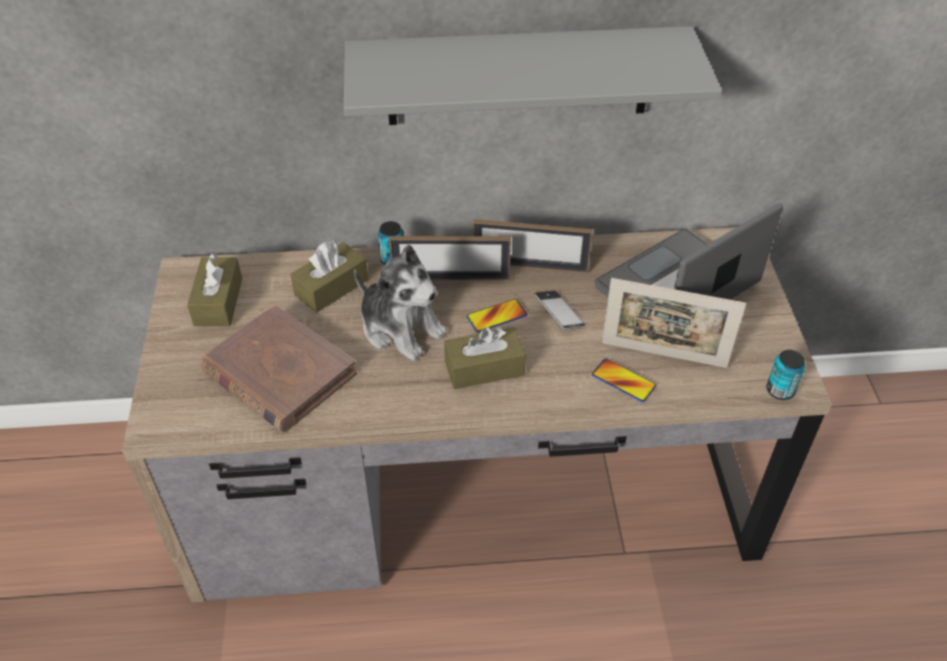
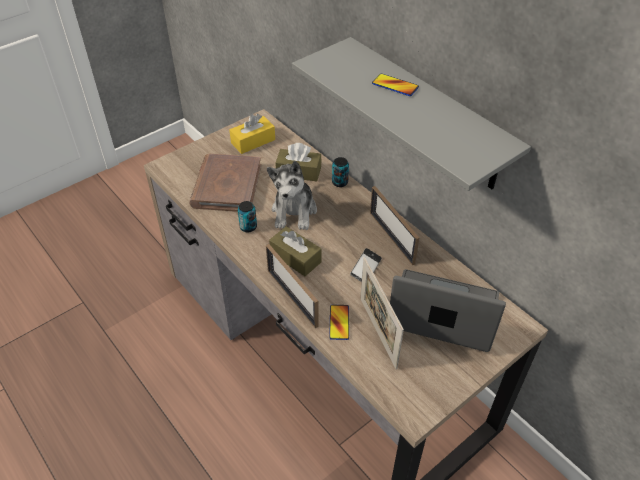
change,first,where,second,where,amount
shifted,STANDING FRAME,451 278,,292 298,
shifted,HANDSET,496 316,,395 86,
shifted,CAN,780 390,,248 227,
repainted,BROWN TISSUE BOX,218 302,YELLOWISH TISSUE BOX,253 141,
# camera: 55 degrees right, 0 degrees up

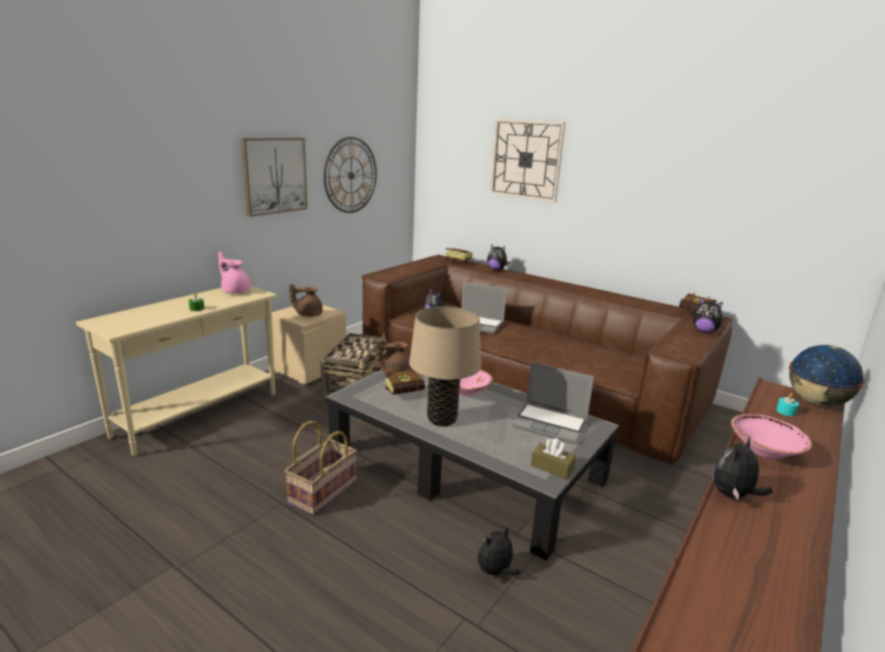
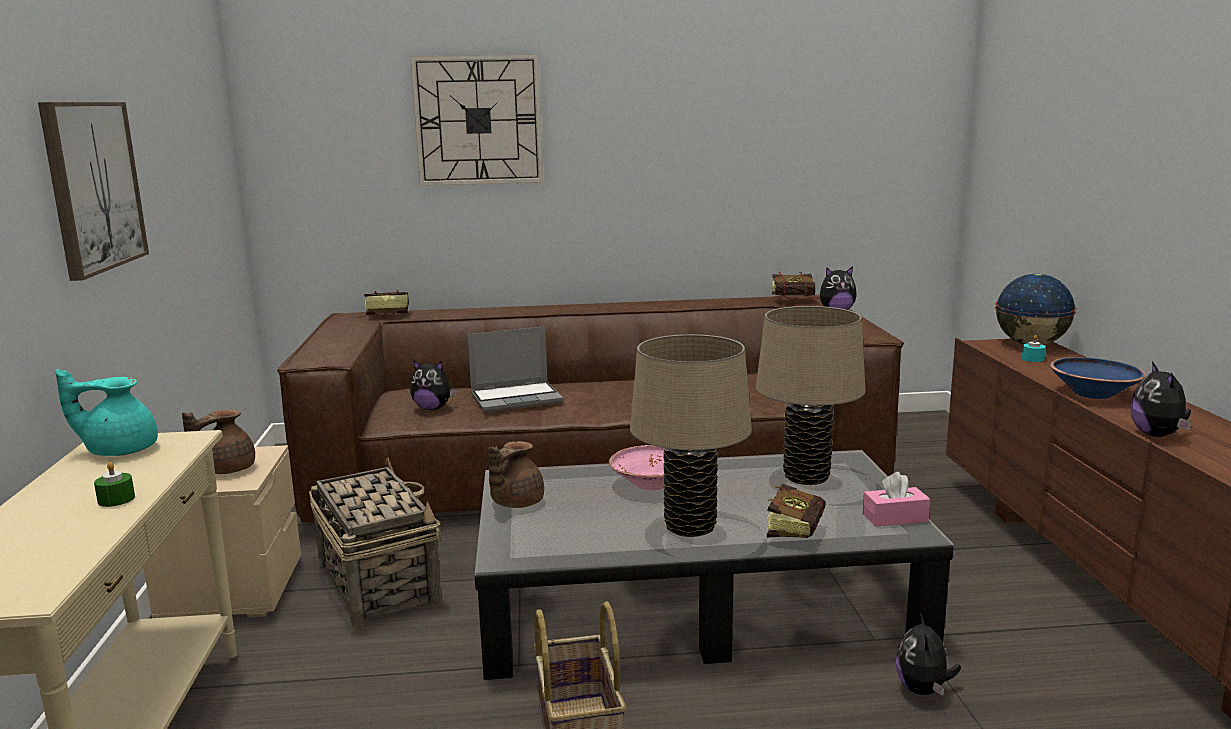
change,first,where,second,where,amount
gone,HANGING CLOCK,351 175,,,
gone,SOFT TOY,496 270,,,
shifted,BOUND BOOK,408 393,,796 530,
swapped,LAPTOP,551 424,BEIGE TABLE LAMP,806 477,
repainted,PINK-COLOURED POT FOR TEA,235 291,TURQUOISE-COLOURED POT FOR TEA,119 450,
repainted,BROWN TISSUE BOX,552 467,PINK-COLOURED TISSUE BOX,895 518,
repainted,PINK-COLOURED DEEP DISH,764 451,BLUISH DEEP DISH,1093 394,
# camera: 40 degrees left, 5 degrees down

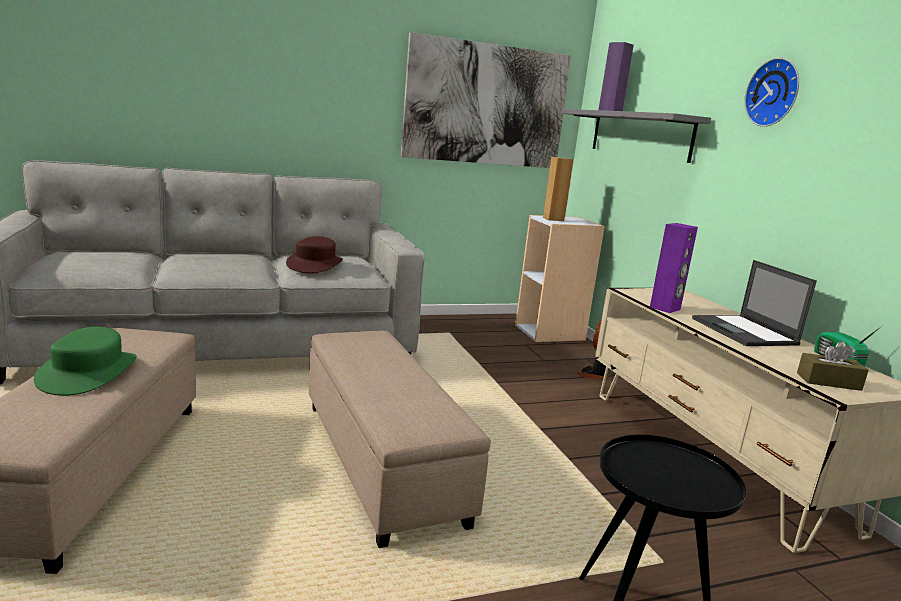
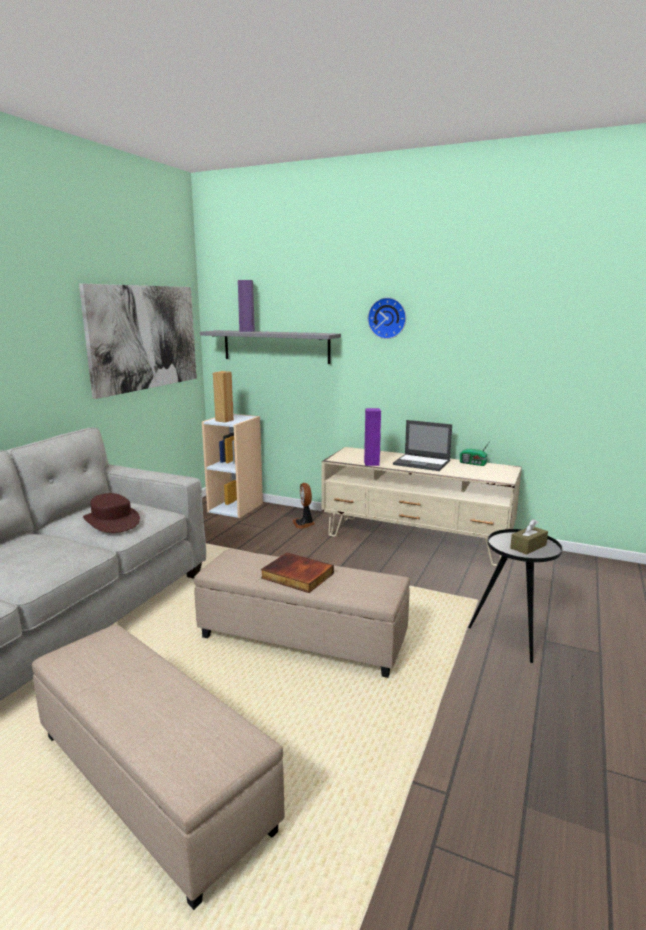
change,first,where,second,where,amount
gone,GREEN WEARABLE HAT,89 372,,,
new,,,BOUND BOOK,296 576,
shifted,BROWN TISSUE BOX,828 381,,528 546,
# camera: 45 degrees left, 0 degrees up

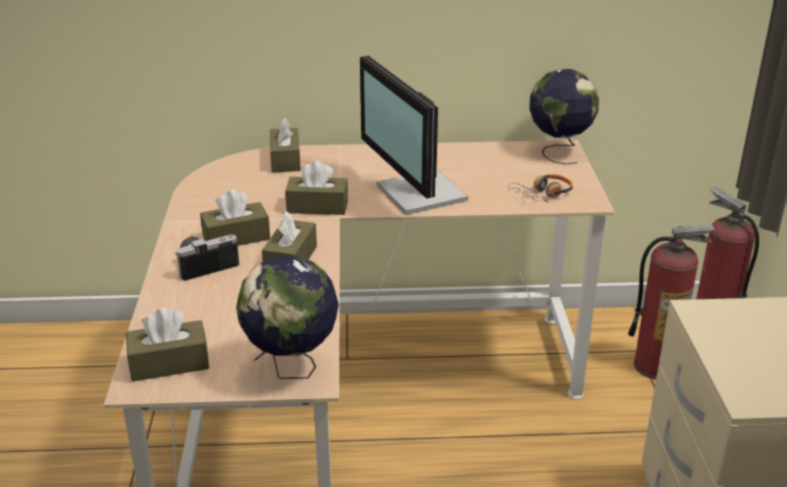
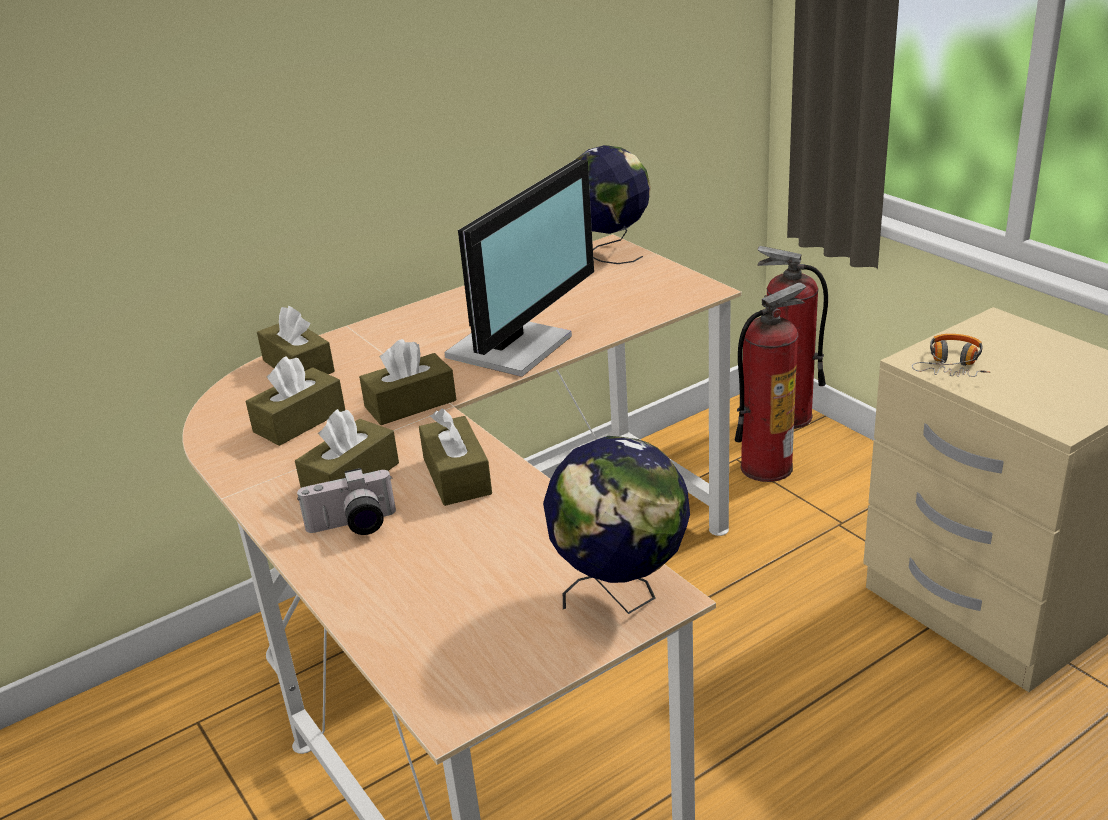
change,first,where,second,where,amount
shifted,BROWN TISSUE BOX,169 363,,299 421,
shifted,PAIR OF HEADPHONES,543 194,,952 365,
rotated,STILL CAMERA,206 265,,353 526,135 degrees counterclockwise
rotated,MONITOR,418 194,,514 347,90 degrees counterclockwise
# camera: 30 degrees left, 0 degrees up

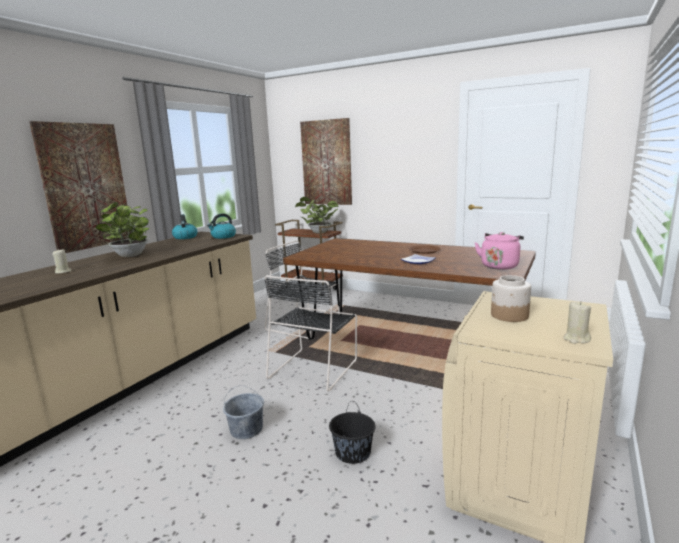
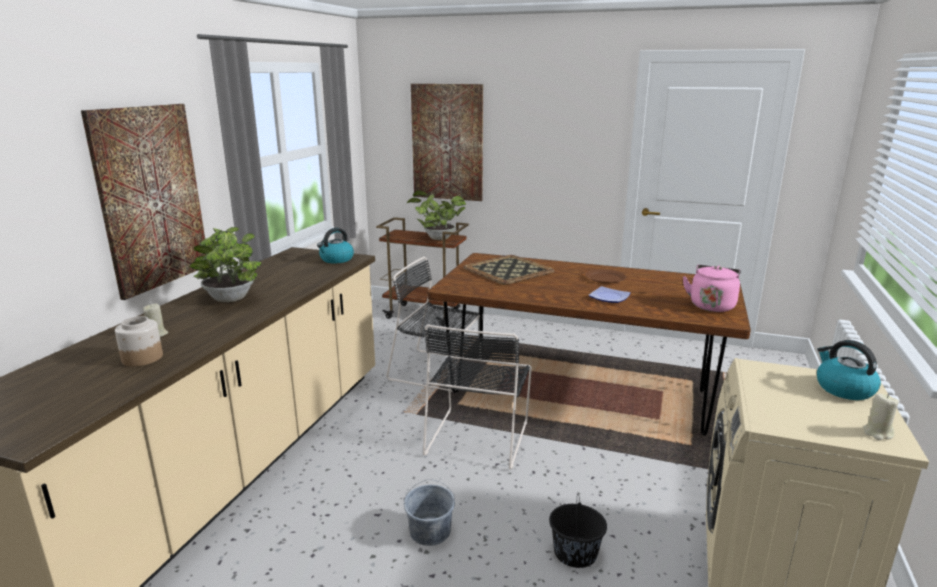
change,first,where,second,where,amount
new,,,CARRYING TRAY,509 270,
shifted,WATER KETTLE,185 237,,843 389,
shifted,PRESERVE JAR,509 315,,142 358,
# camera: 10 degrees left, 5 degrees up

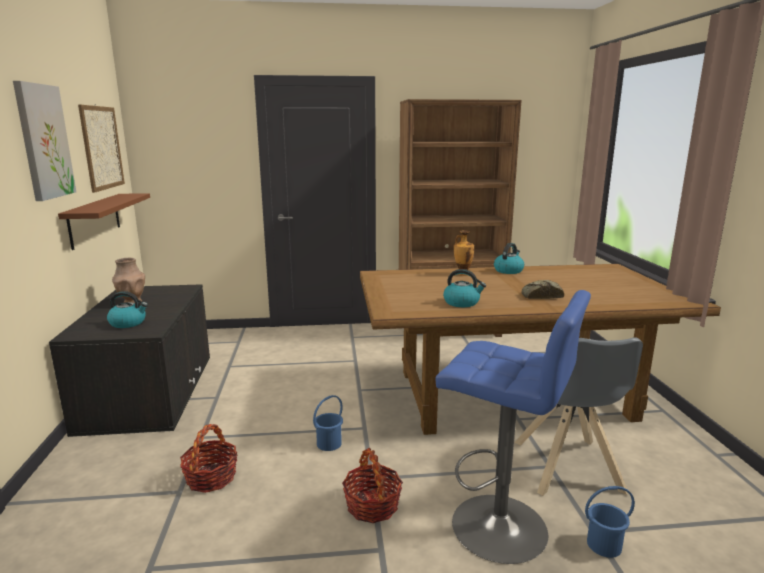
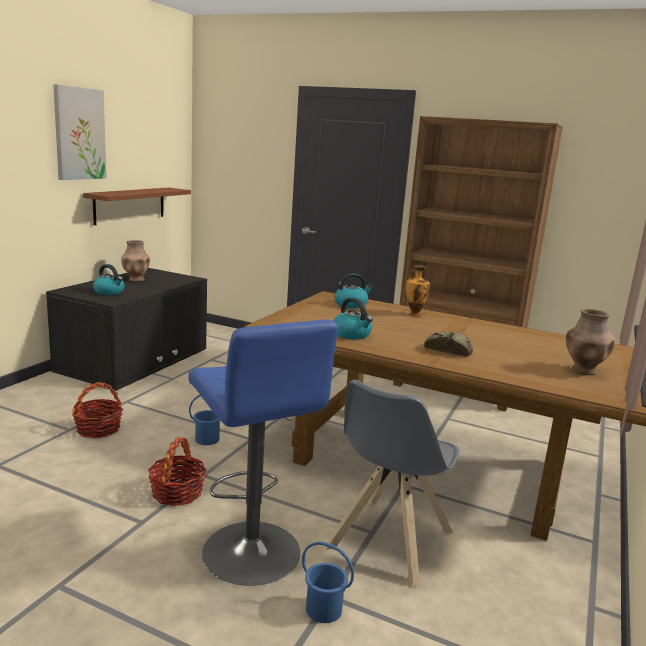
change,first,where,second,where,amount
gone,WALL ART,101 146,,,
new,,,BROWN VASE,583 371,
shifted,WATER KETTLE,508 270,,351 304,
# camera: 30 degrees right, 0 degrees up

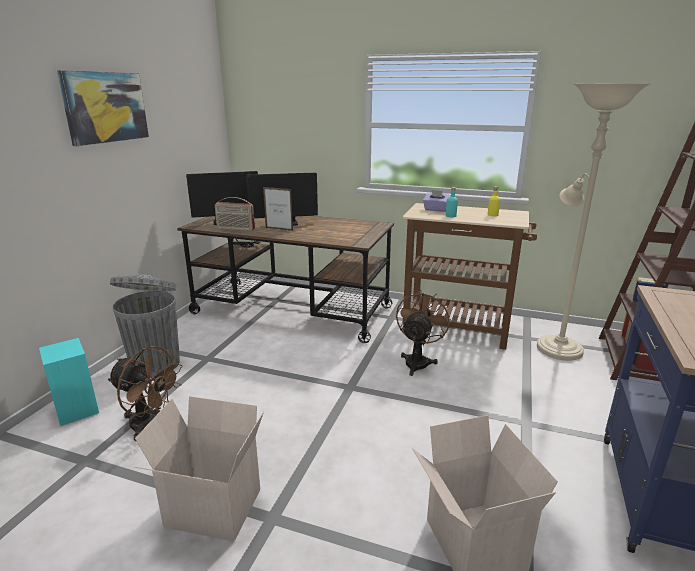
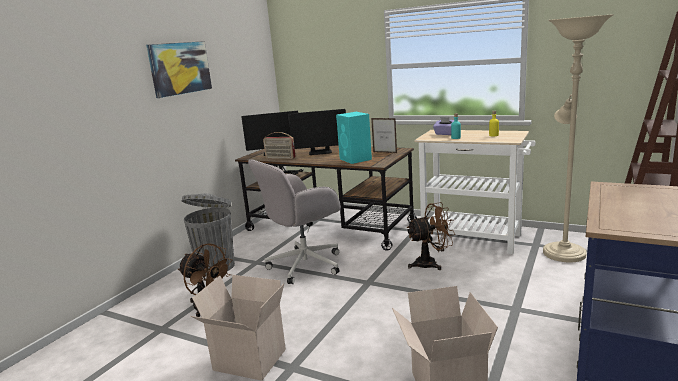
change,first,where,second,where,amount
new,,,GREY DESK CHAIR,304 266,
shifted,TURQUOISE-COLOURED AUDIO SPEAKER,77 410,,356 159,
shifted,STANDING FRAME,279 229,,385 152,
repainted,BROWN TROLLEY,458 329,WHITISH TROLLEY,473 238,
rotated,BROWN COOLING FAN,418 361,,431 263,45 degrees clockwise
# camera: 10 degrees right, 5 degrees down

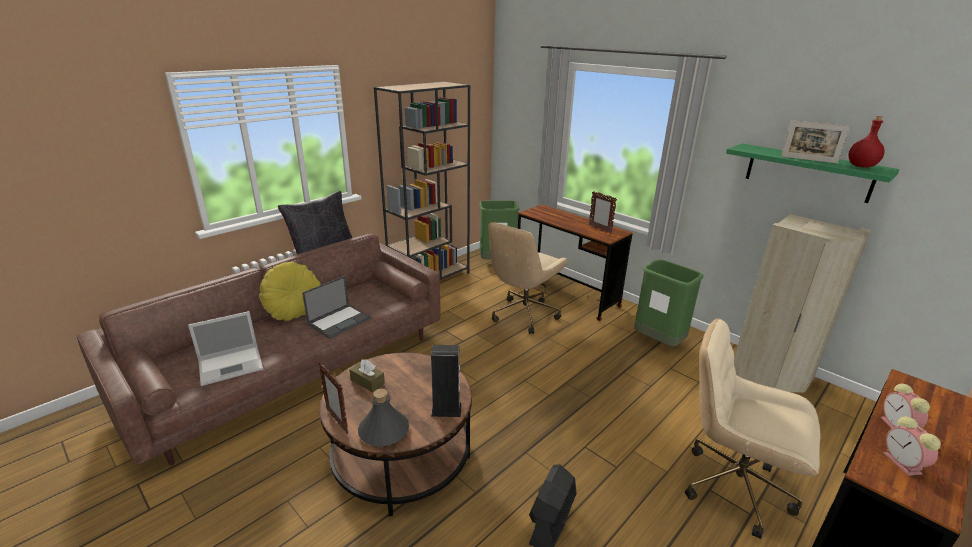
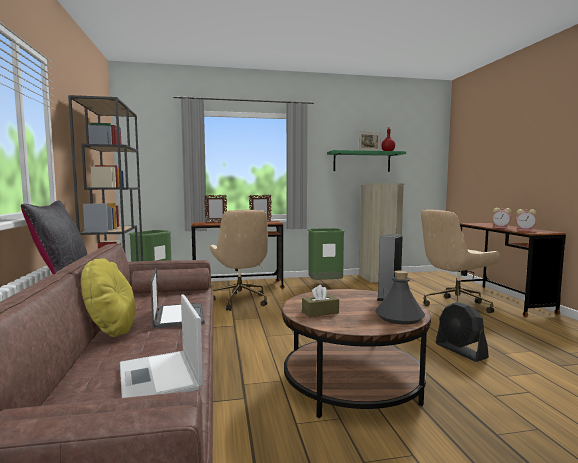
change,first,where,second,where,amount
shifted,STANDING FRAME,337 421,,216 222,
rotated,LAPTOP,232 365,,160 377,150 degrees clockwise
# camera: 55 degrees left, 20 degrees down

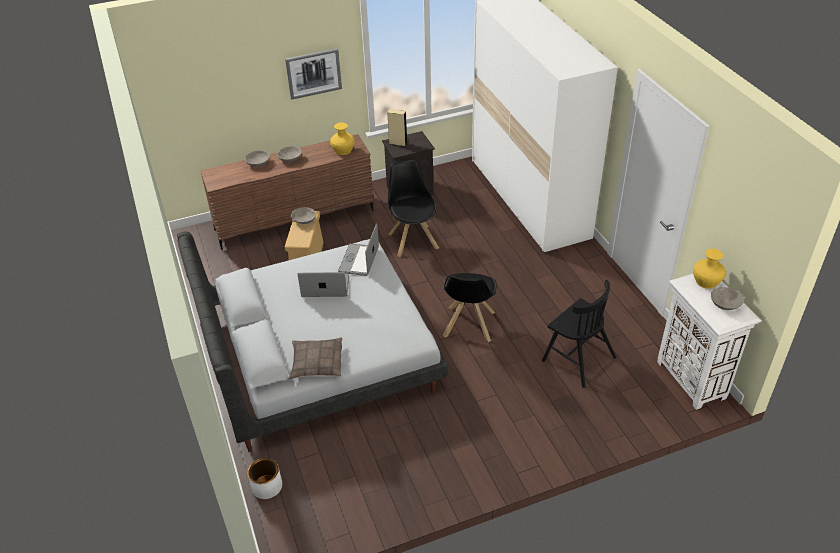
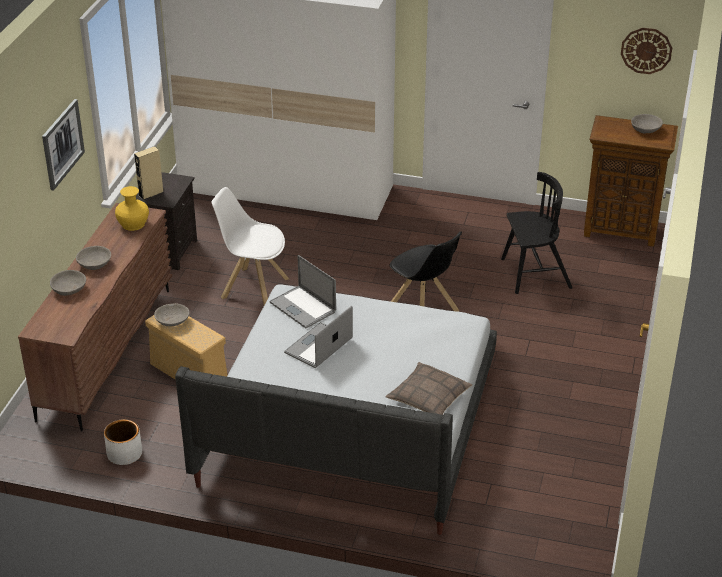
change,first,where,second,where,amount
gone,YELLOWISH VASE,706 281,,,
new,,,HANGING CLOCK,646 50,
shifted,WHITISH PLANT POT,266 486,,124 454,
repainted,BLACK CHAIR,412 240,WHITISH CHAIR,253 287,
repainted,WHITISH CUPBOARD,692 380,BROWN CUPBOARD,621 231,
# camera: 55 degrees left, 5 degrees down

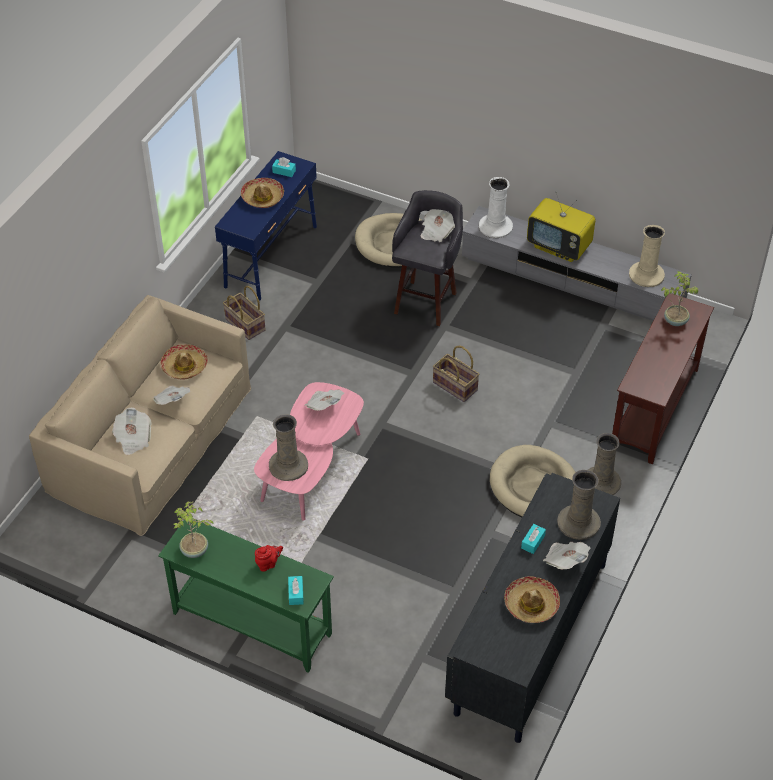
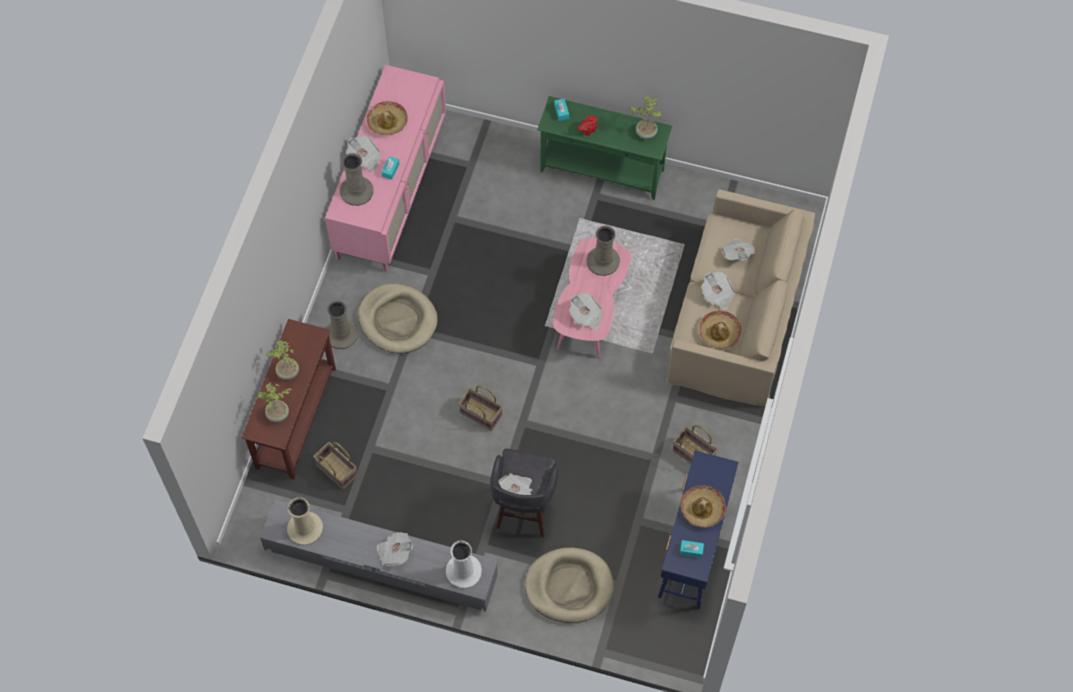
change,first,where,second,where,amount
new,,,HOUSEPLANT,287 372,
new,,,HOUSEHOLD BASKET,336 470,
swapped,TV,559 247,DAILY PAPER,394 552,
repainted,BLACK CUPBOARD,528 636,PINK-COLOURED CUPBOARD,391 192,
# camera: 170 degrees right, 15 degrees up

